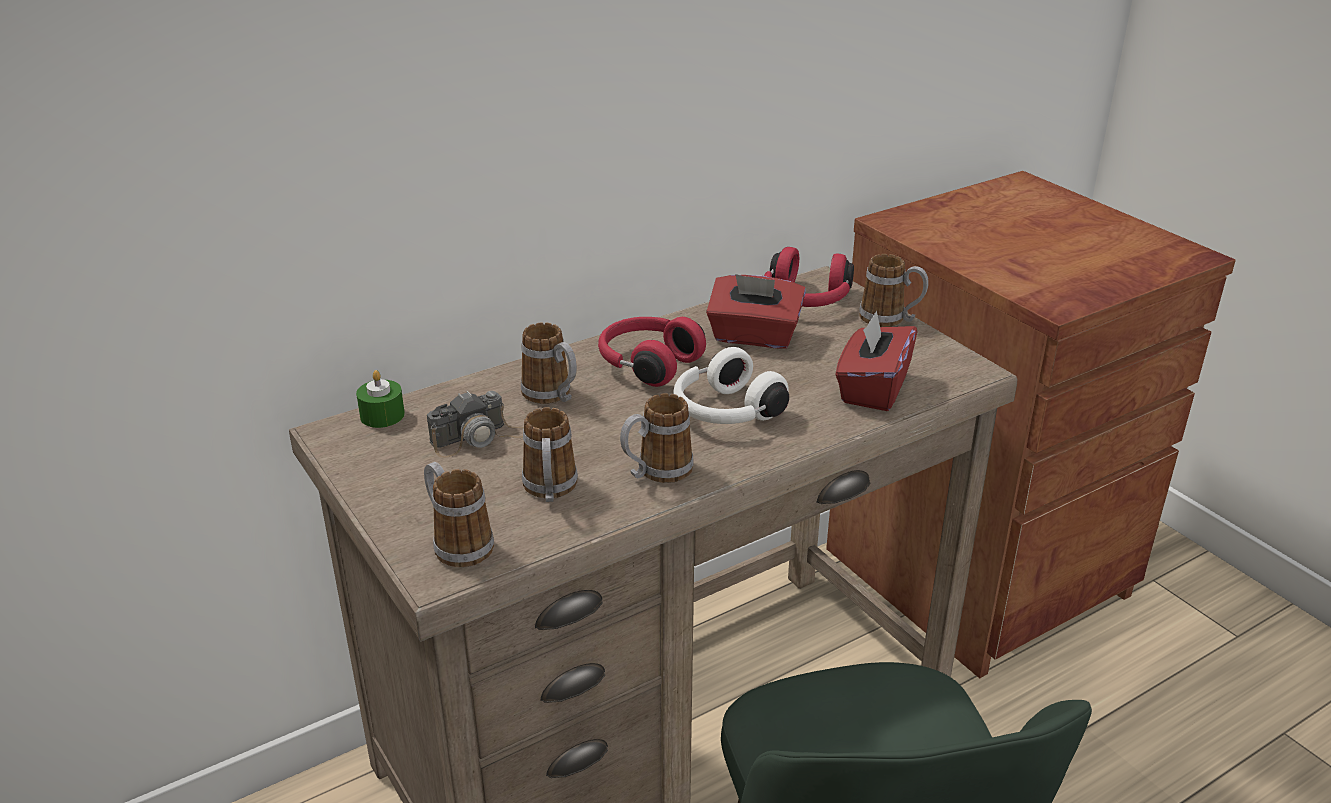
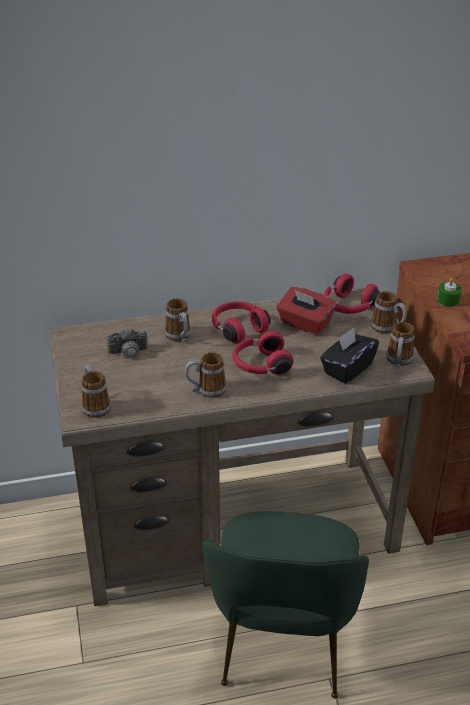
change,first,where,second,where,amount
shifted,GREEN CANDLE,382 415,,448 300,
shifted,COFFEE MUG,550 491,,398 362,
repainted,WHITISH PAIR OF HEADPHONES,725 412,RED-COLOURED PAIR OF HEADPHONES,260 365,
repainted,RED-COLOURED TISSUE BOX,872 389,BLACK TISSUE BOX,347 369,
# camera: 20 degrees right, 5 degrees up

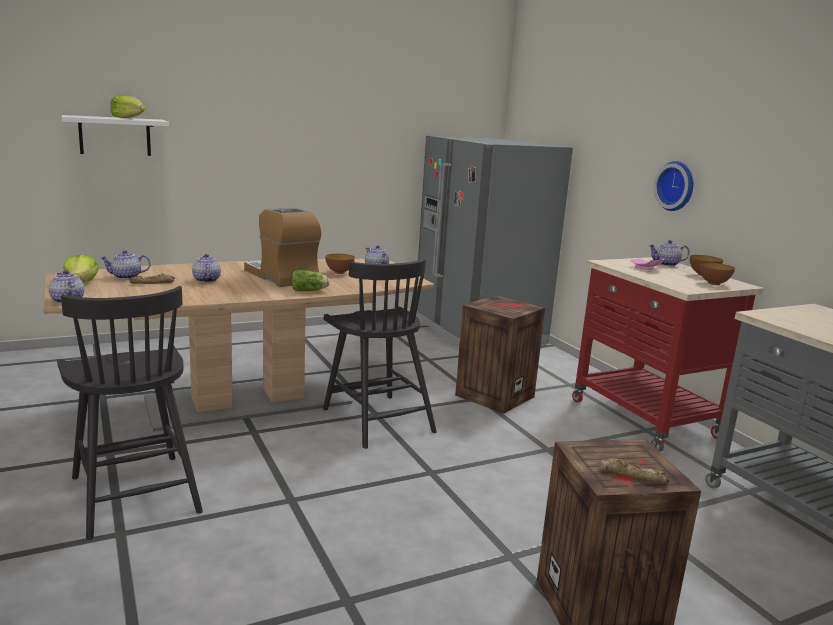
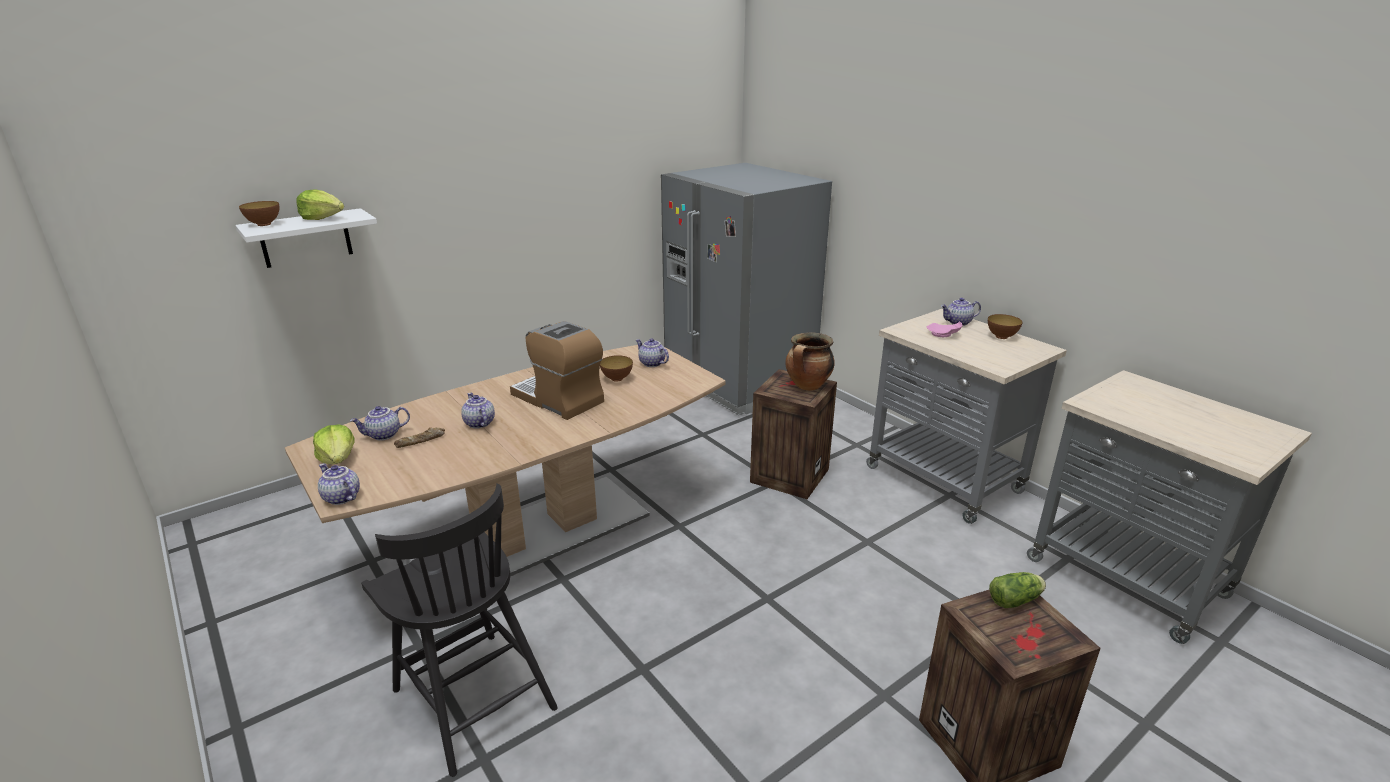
change,first,where,second,where,amount
gone,BLACK CHAIR,376 419,,,
gone,BREAD,633 475,,,
gone,HANGING CLOCK,676 186,,,
new,,,STOCKPOT,807 386,
shifted,HEAD OF LETTUCE,310 291,,1016 600,
shifted,DEEP DISH,713 284,,264 224,
repainted,RED-COLOURED TROLLEY,645 419,GREY TROLLEY,944 480,
# camera: 10 degrees left, 10 degrees up

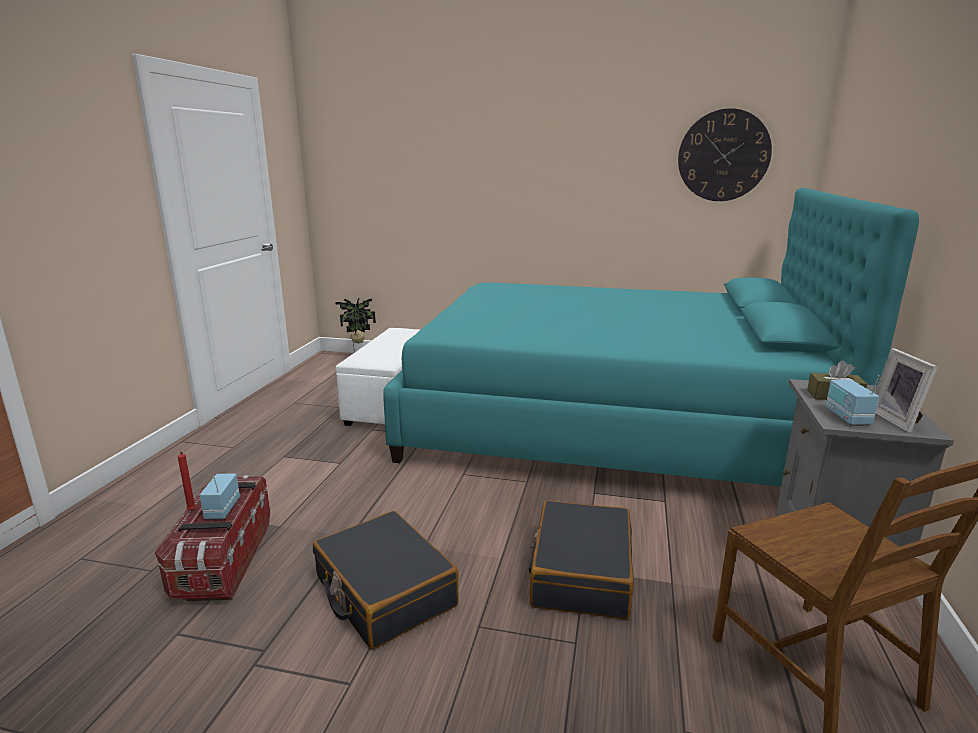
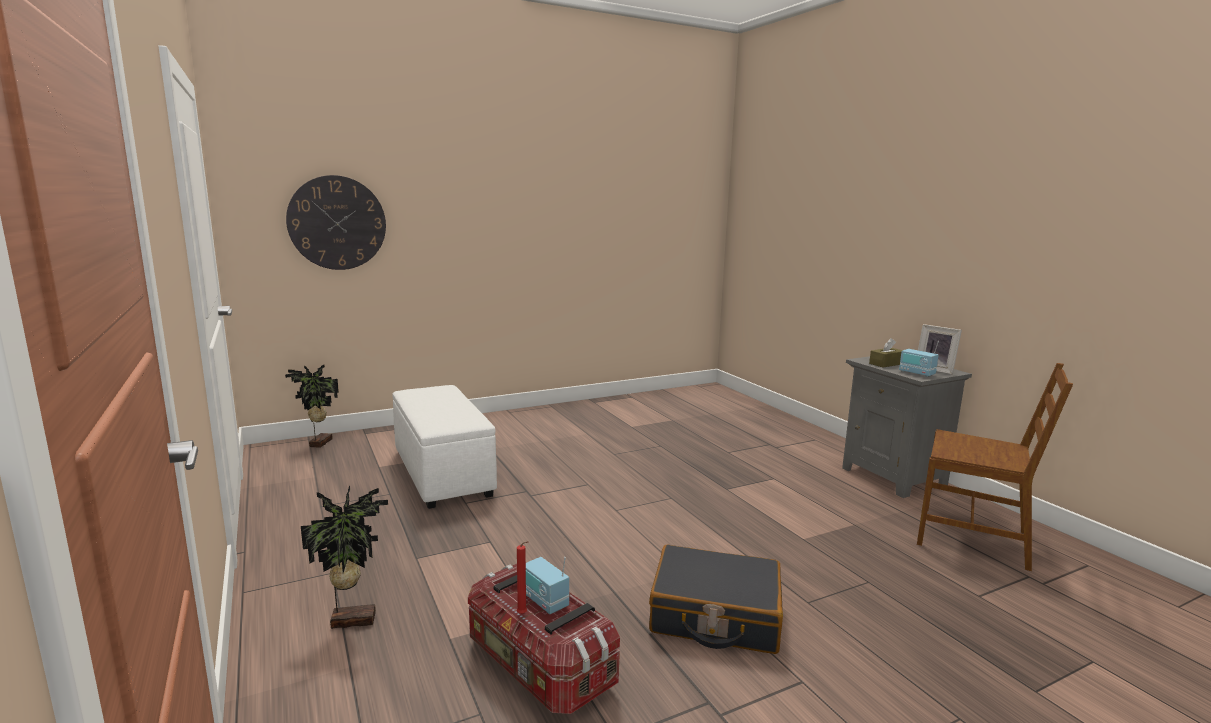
change,first,where,second,where,amount
gone,TURQUOISE-COLOURED BEDROOM BED,610 423,,,
gone,BLACK SUITCASE,580 573,,,
new,,,HOUSEPLANT,353 619,
shifted,HANGING CLOCK,723 155,,337 223,
# camera: 40 degrees left, 5 degrees down

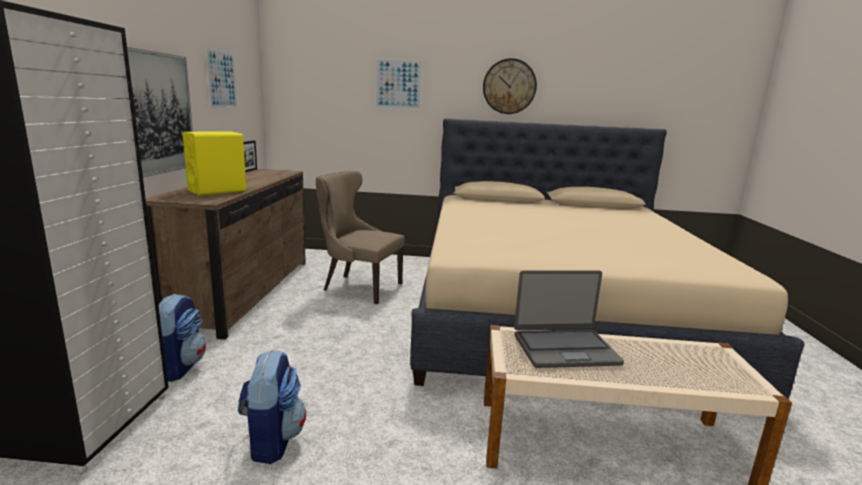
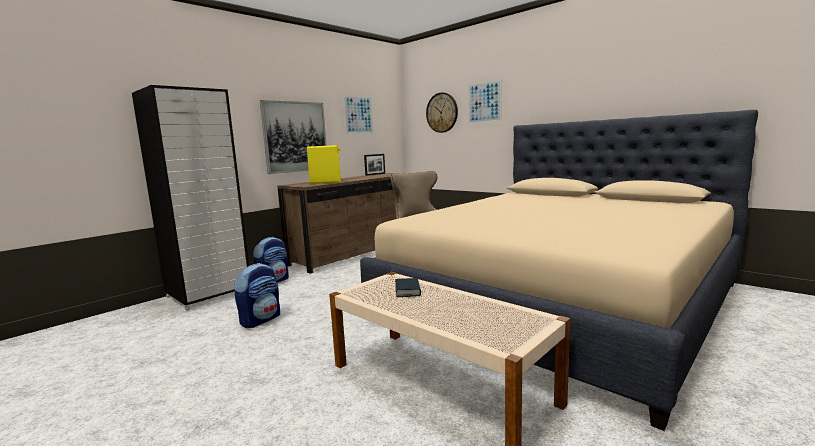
change,first,where,second,where,amount
shifted,HANGING CLOCK,509 86,,442 112,
swapped,LAPTOP,564 349,BOUND BOOK,408 291,
# camera: 40 degrees right, 5 degrees down

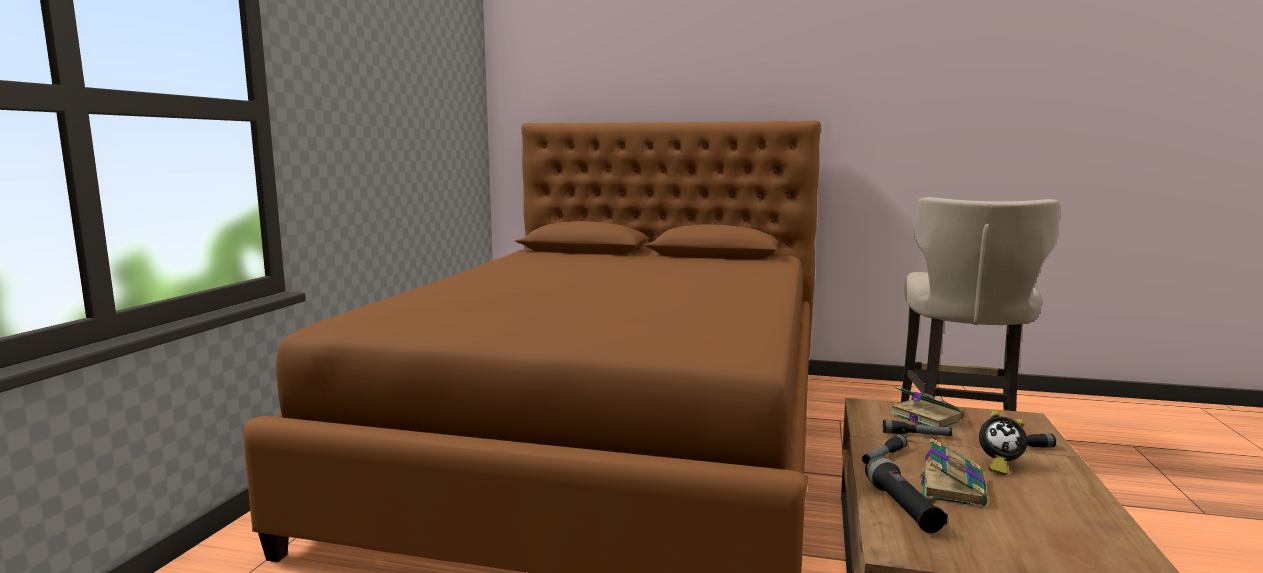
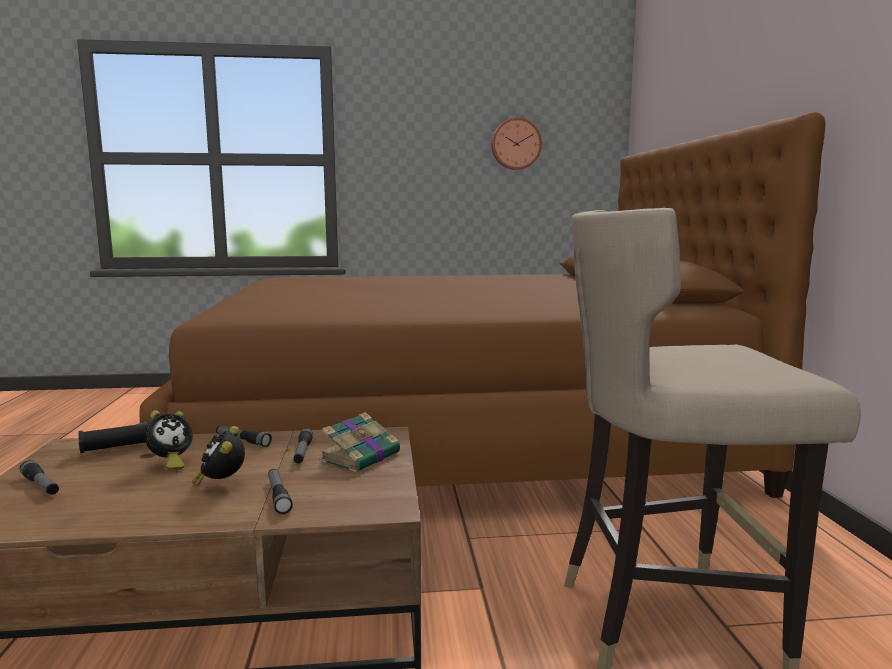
change,first,where,second,where,amount
new,,,TORCH,41 485,
new,,,HANGING CLOCK,515 144,
swapped,BOUND BOOK,952 487,ALARM CLOCK,170 463,
# camera: 70 degrees right, 0 degrees up

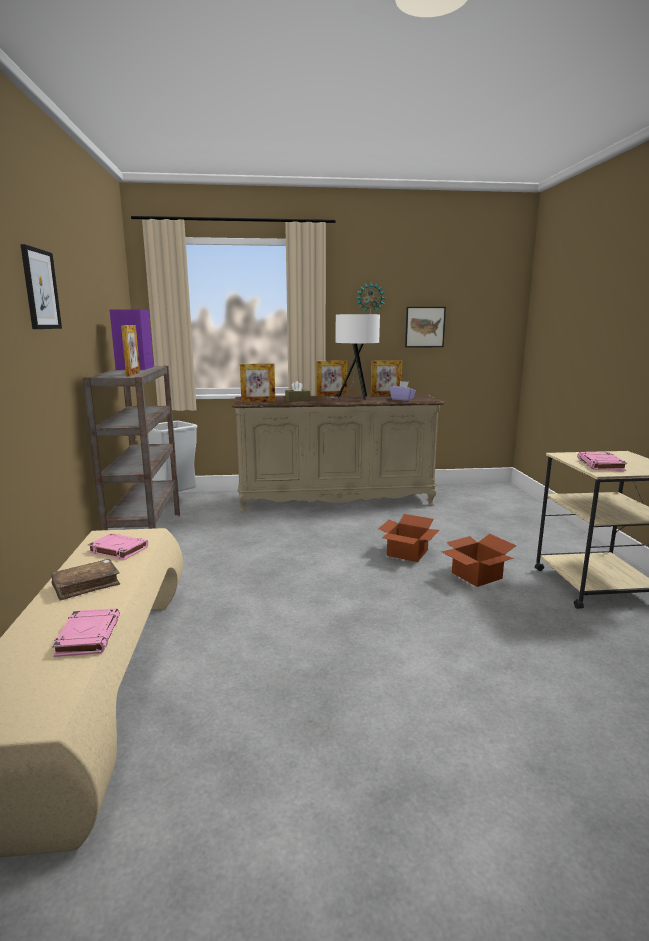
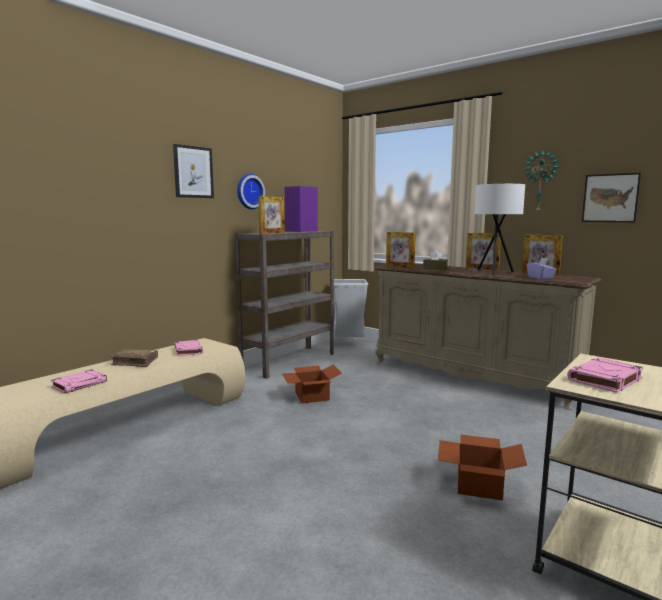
change,first,where,second,where,amount
new,,,HANGING CLOCK,249 191,
shifted,PACKING BOX,406 553,,311 396,
# camera: 45 degrees right, 5 degrees down

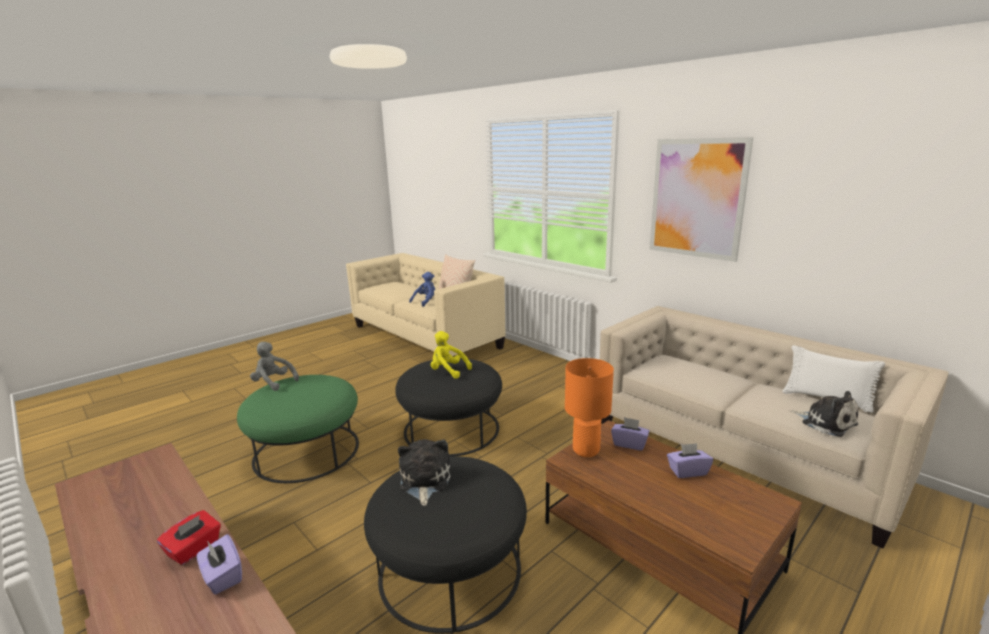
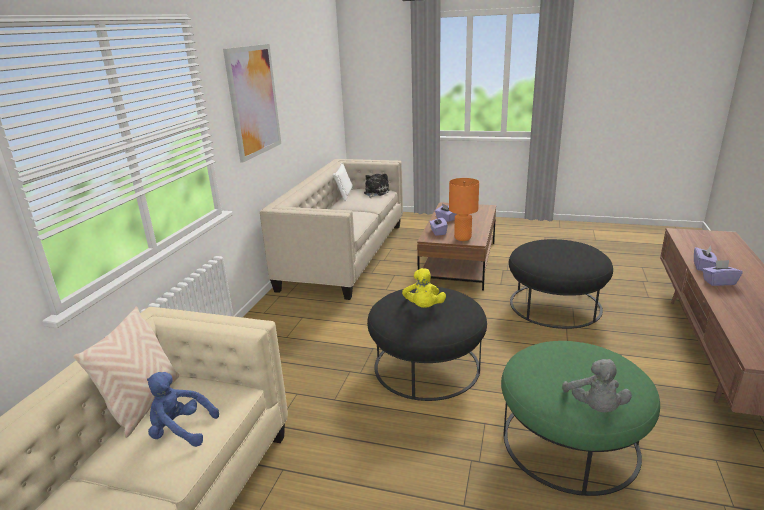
change,first,where,second,where,amount
gone,SOFT TOY,424 481,,,
repainted,RED-COLOURED TISSUE BOX,194 549,PURPLISH TISSUE BOX,718 282,
# camera: 120 degrees left, 5 degrees up

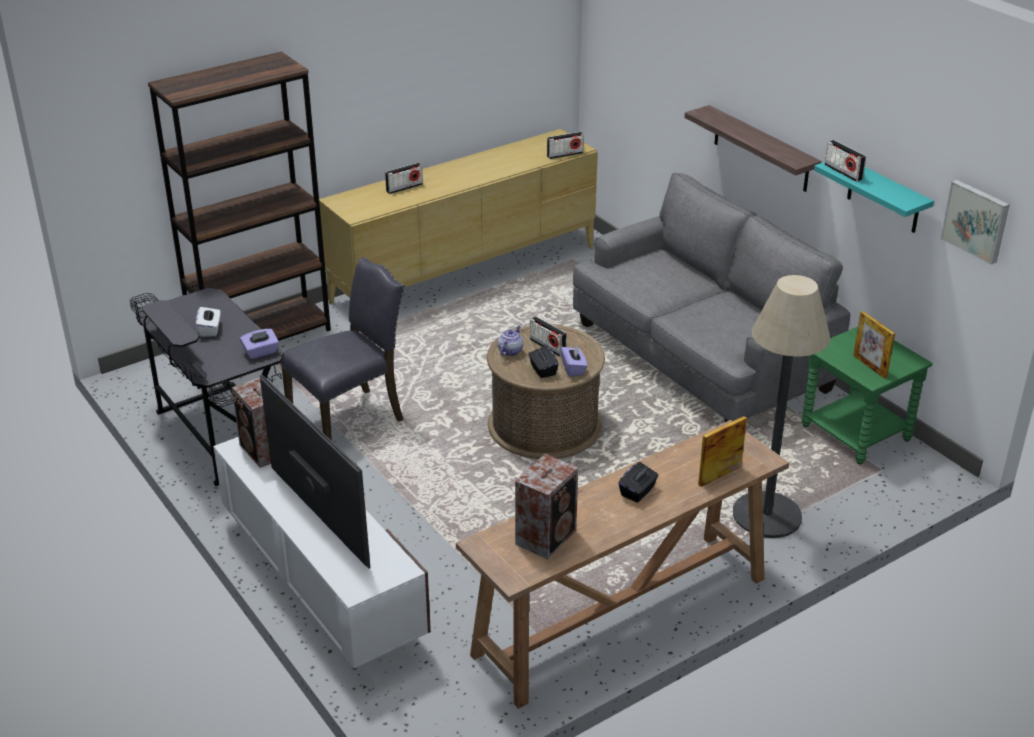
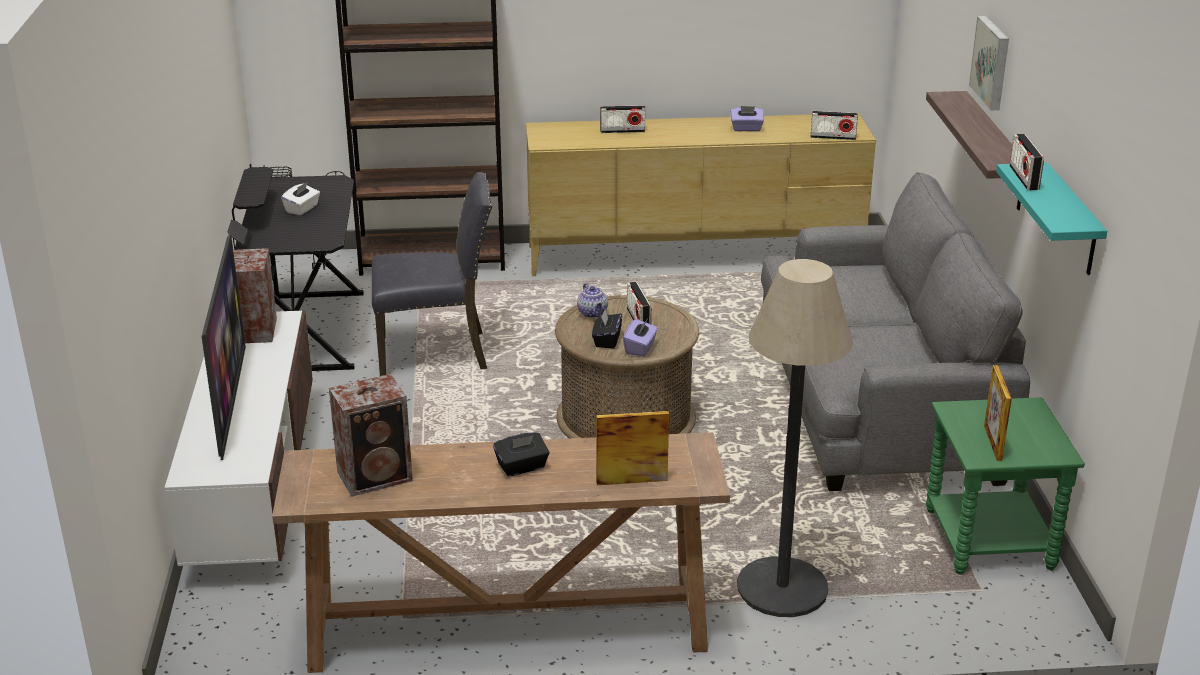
change,first,where,second,where,amount
shifted,PURPLISH TISSUE BOX,261 352,,746 129,
shifted,WALL ART,976 220,,992 62,
rotated,POT FOR TEA,510 351,,593 313,105 degrees clockwise
# camera: 30 degrees right, 5 degrees down

